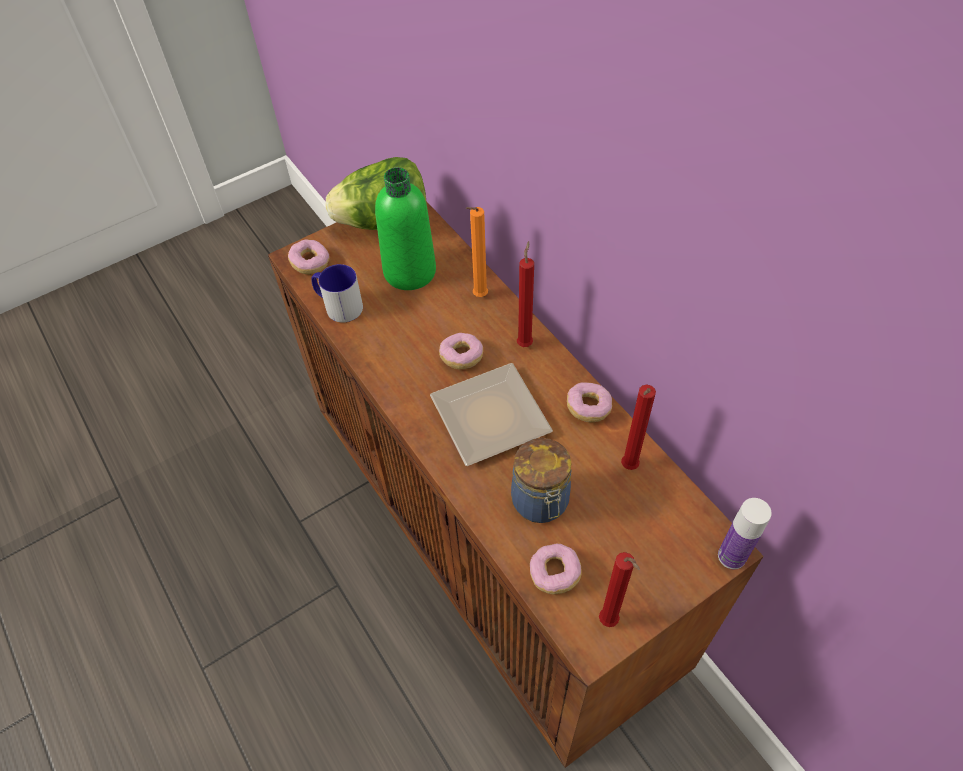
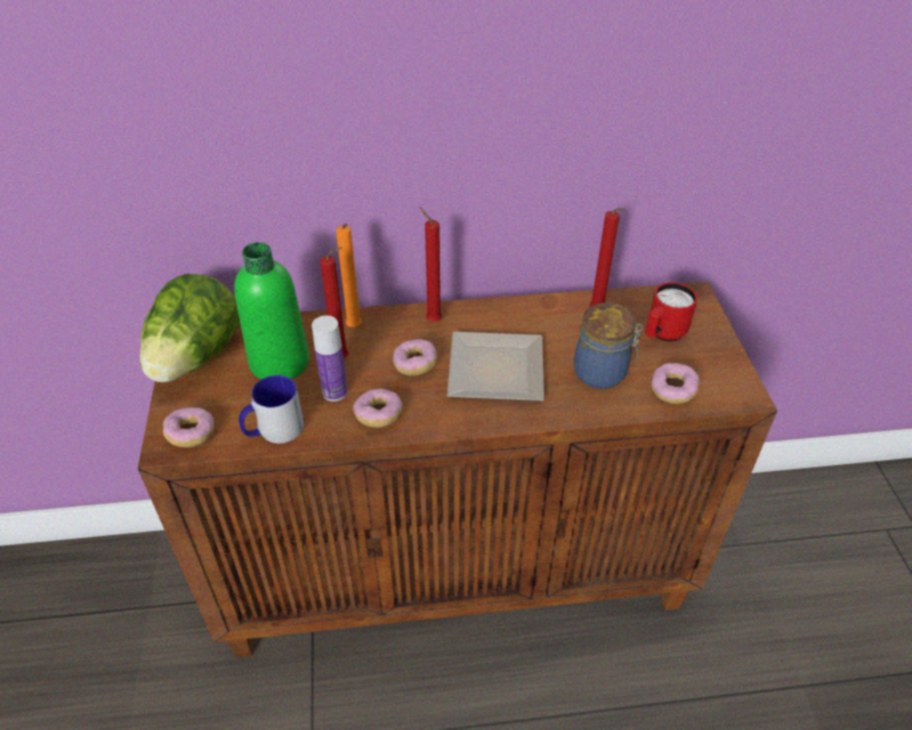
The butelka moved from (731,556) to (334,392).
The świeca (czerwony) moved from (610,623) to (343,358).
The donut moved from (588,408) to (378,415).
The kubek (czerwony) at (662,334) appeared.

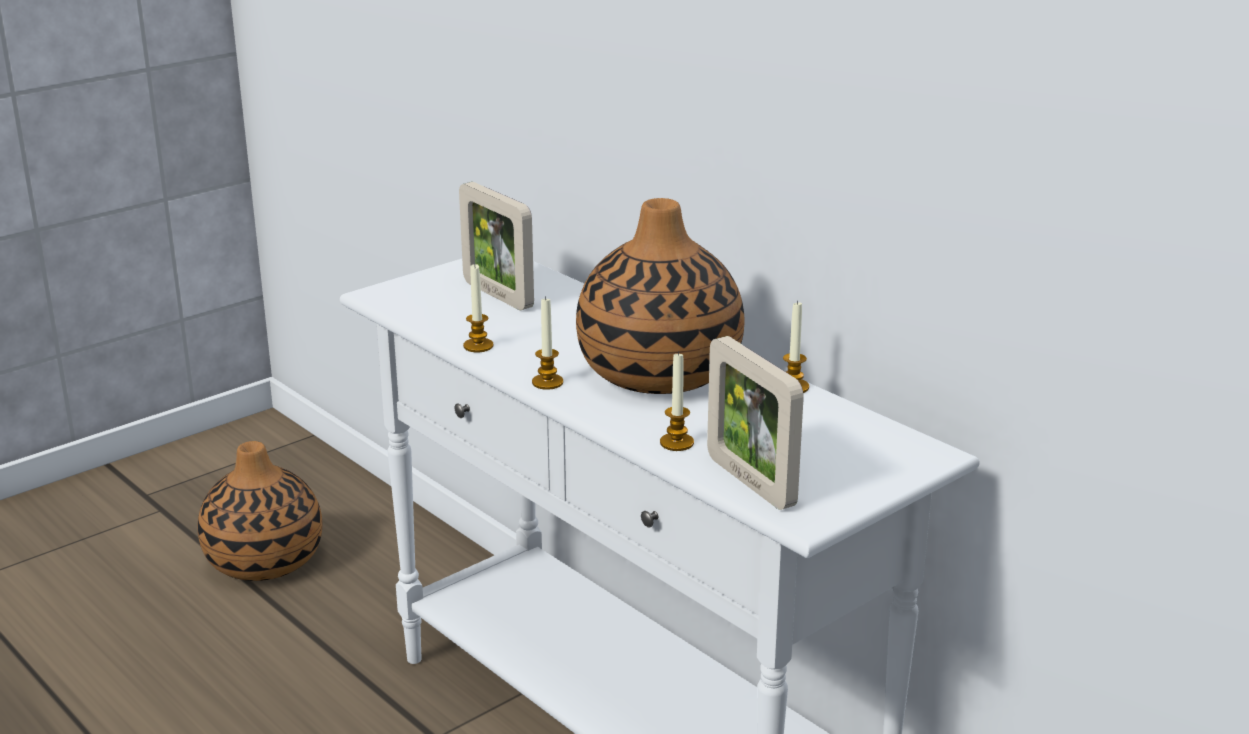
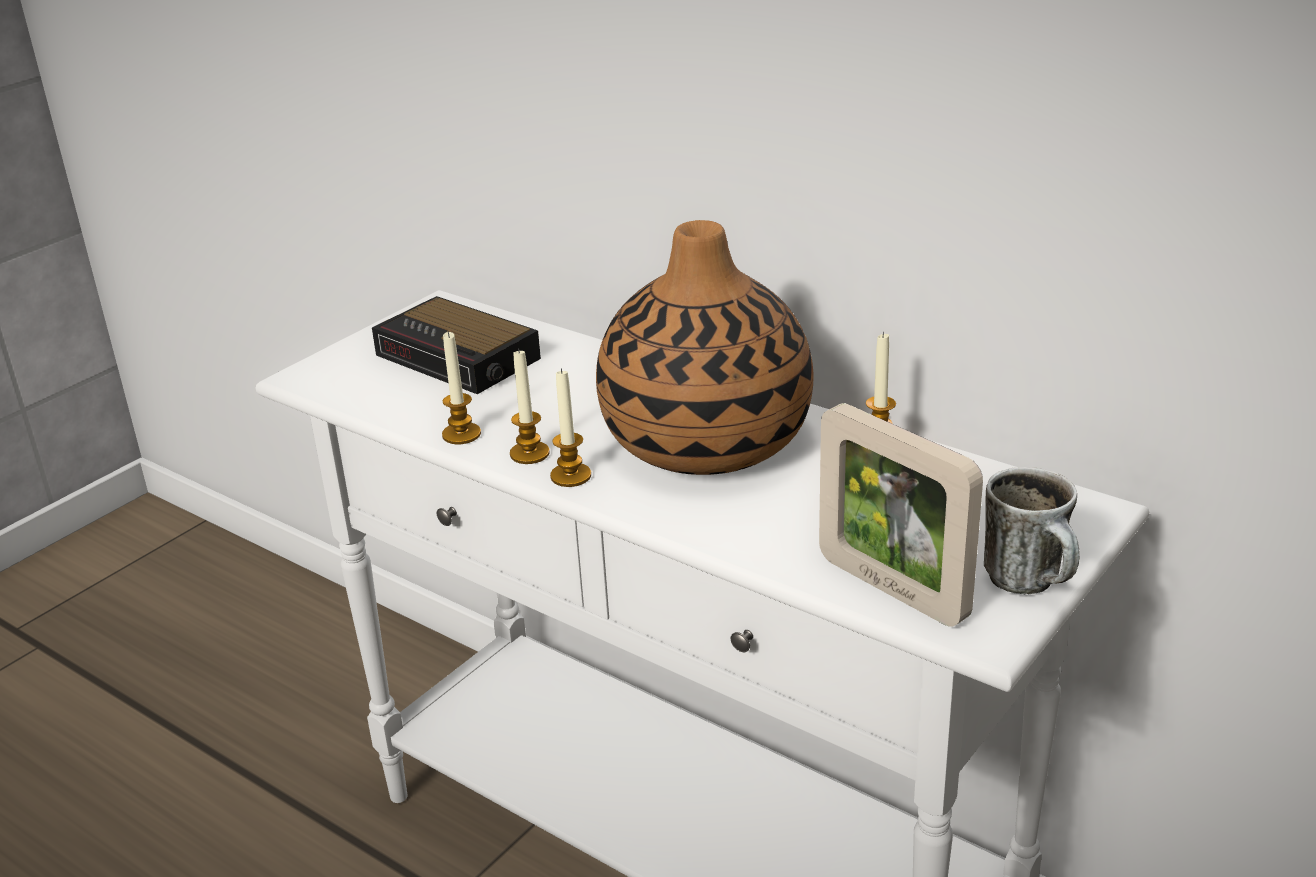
The ramka na zdjęcie at (498,295) was replaced by the budzik at (460,358).
The świeca moved from (676,443) to (529,454).
The kubek at (1033,584) appeared.
The wazon at (265,560) disappeared.

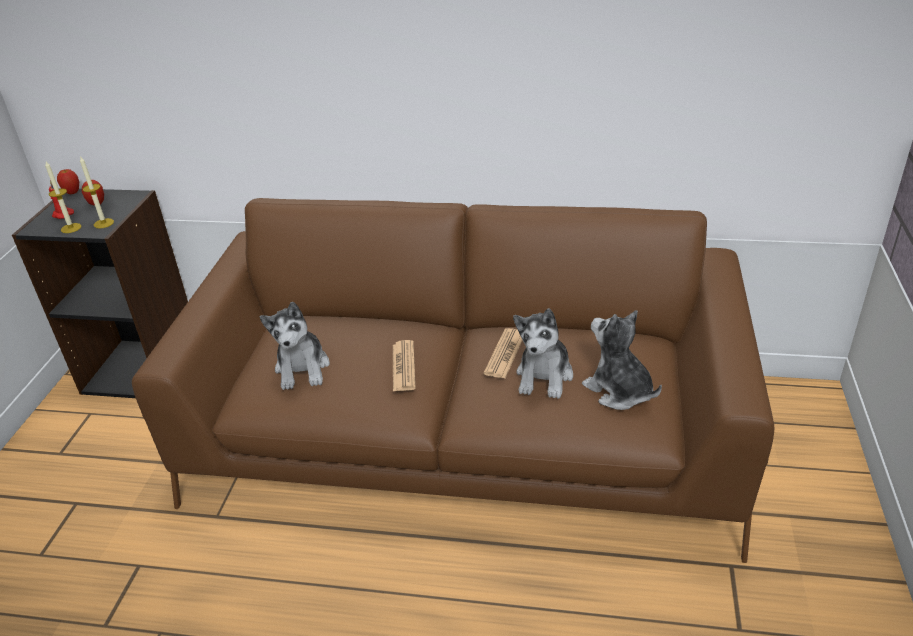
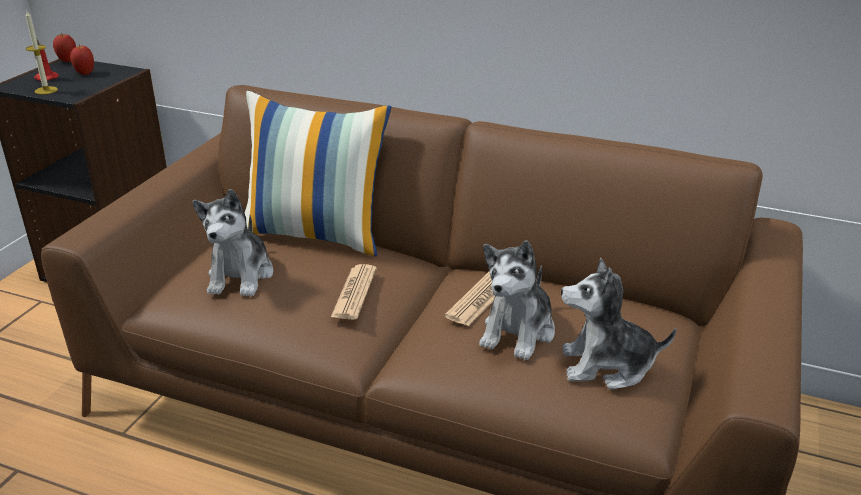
The poduszka at (316,234) appeared.
The pluszak at (619,391) turned 60 degrees counterclockwise.
The świeca at (103,223) disappeared.

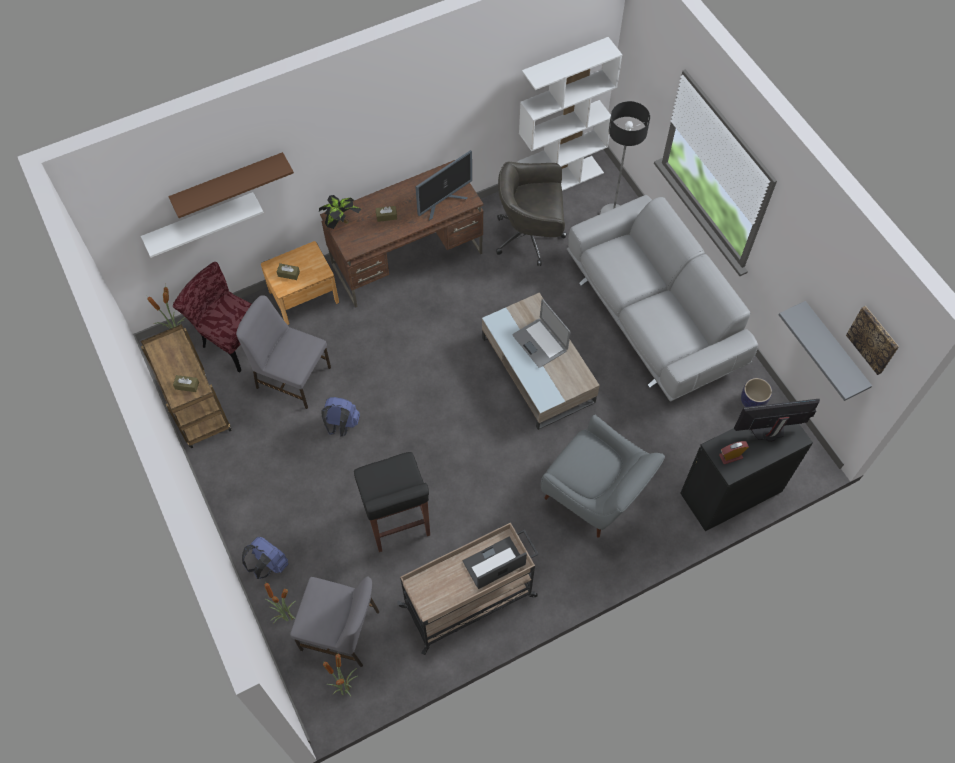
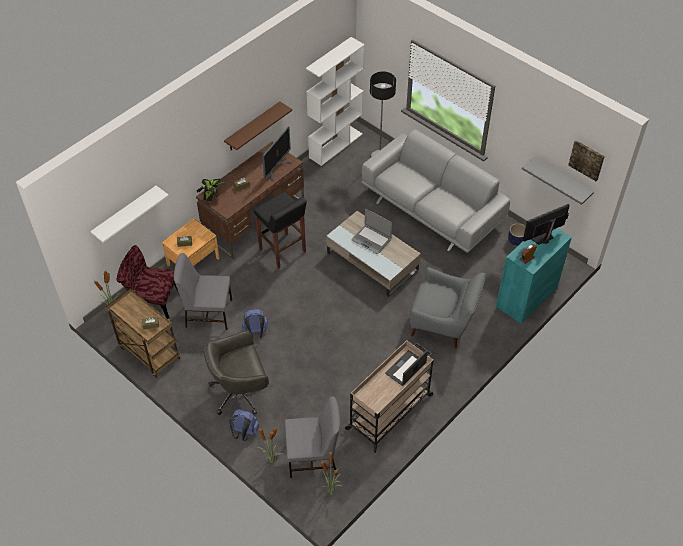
The krzesło biurowe (szary) moved from (530,236) to (240,391).
The półka (brązowy) moved from (229,183) to (253,127).
The stołek (czarny) moved from (397,522) to (283,251).
The szafka (czarny) at (731,492) became the szafka (turkusowy) at (526,296).

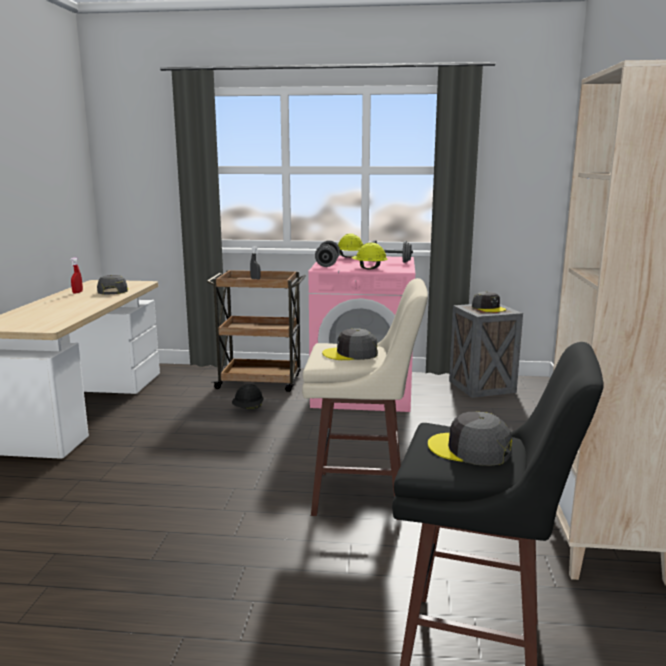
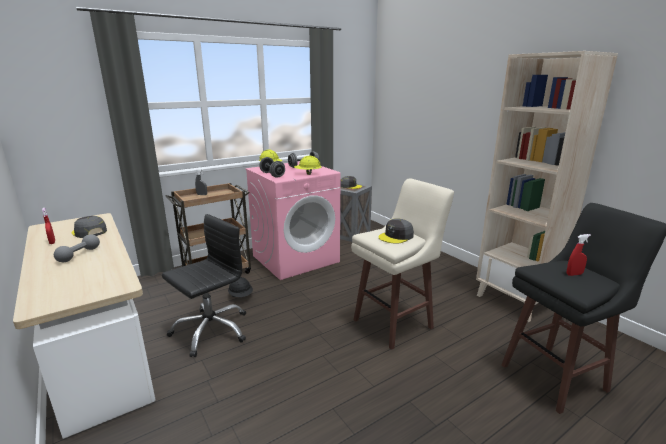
The hantel (szary) at (79,255) appeared.
The krzesło biurowe (czarny) at (211,330) appeared.
The czapka z daszkiem (szary) at (470,449) was replaced by the spryskiwacz (czerwony) at (574,274).

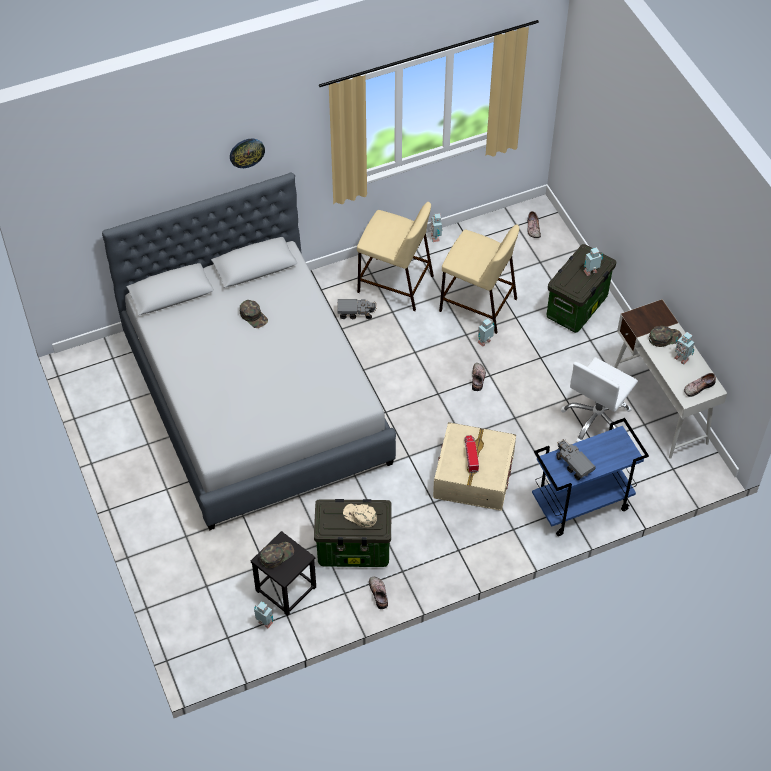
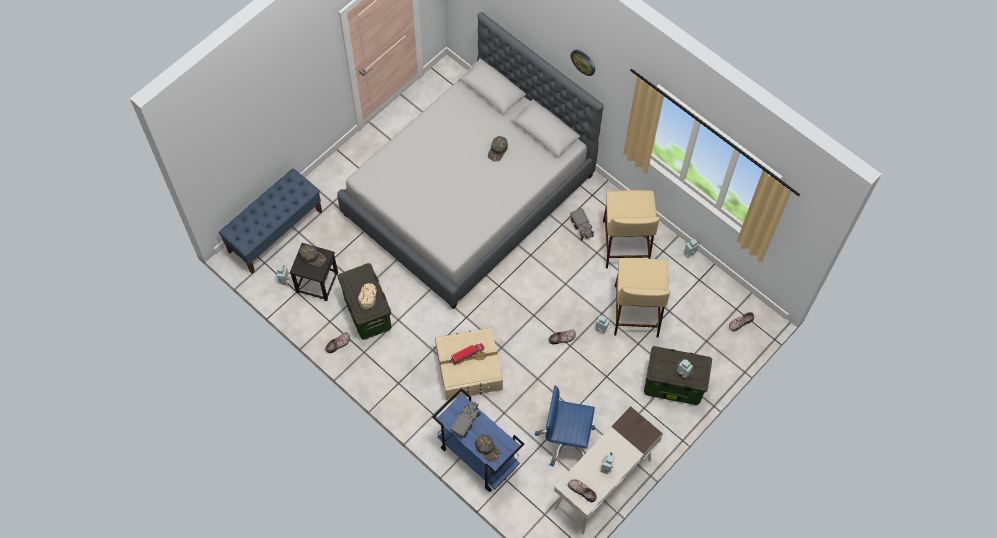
The ławka (niebieski) at (275,231) appeared.
The czapka z daszkiem (zielony) moved from (664,337) to (487,448).
The krzesło biurowe (biały) at (597,419) became the krzesło biurowe (niebieski) at (565,440).

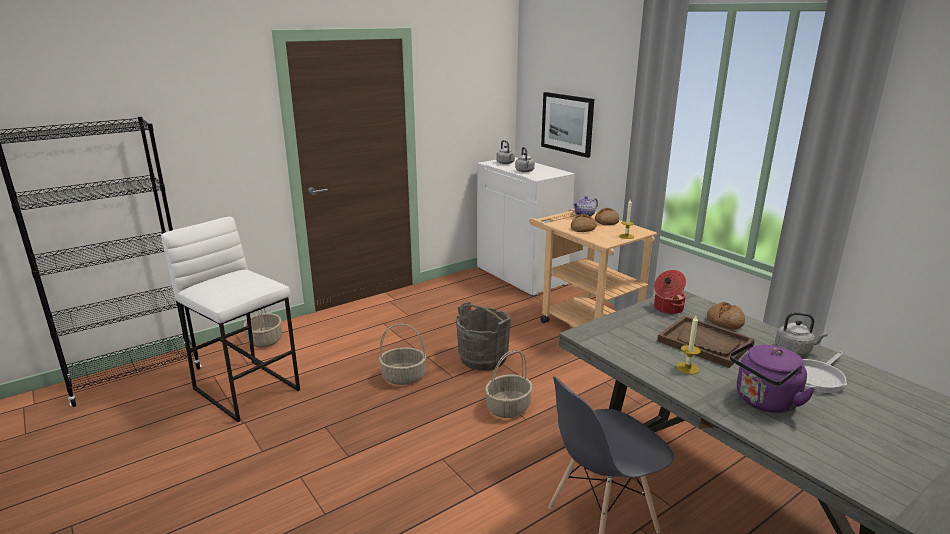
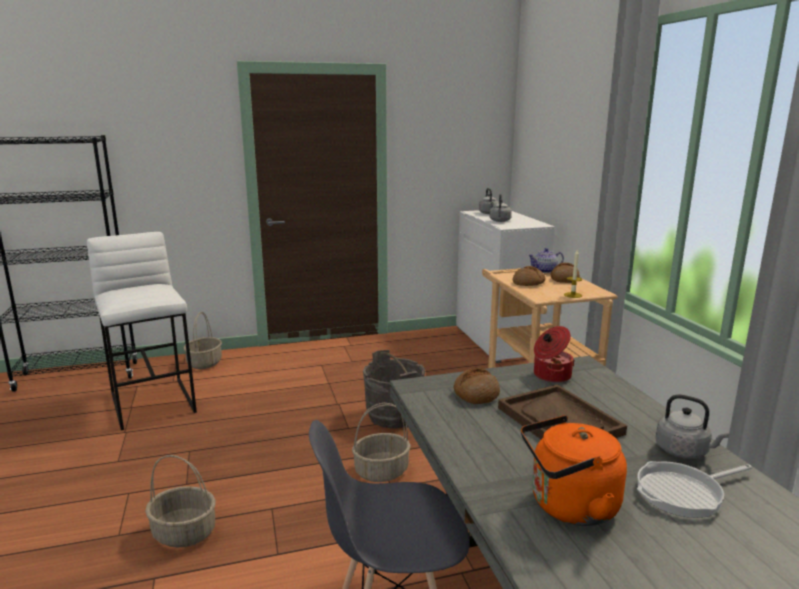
The koszyk moved from (403,377) to (183,533).
The chleb moved from (724,322) to (476,394).
The czajnik (fioletowy) at (764,402) became the czajnik (pomarańczowy) at (569,506).
The obraz at (567,123) disappeared.
The świeca at (687,368) disappeared.

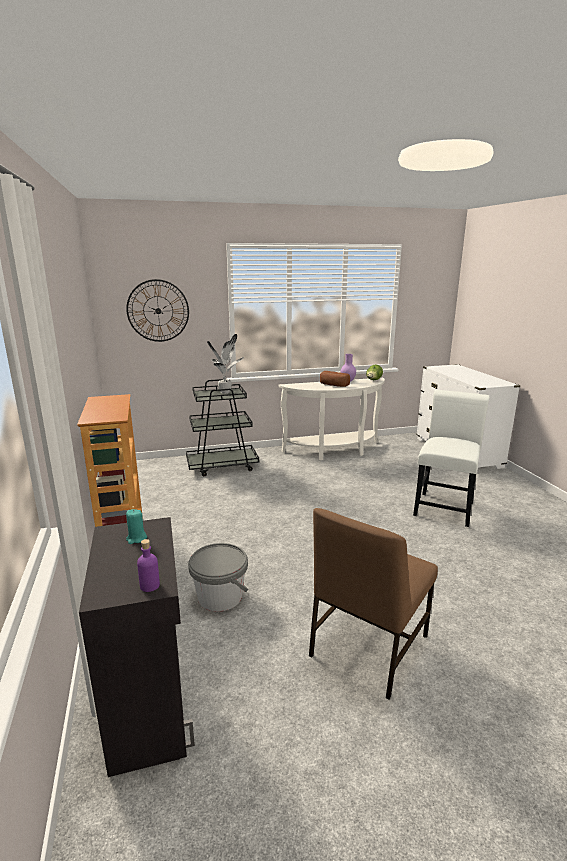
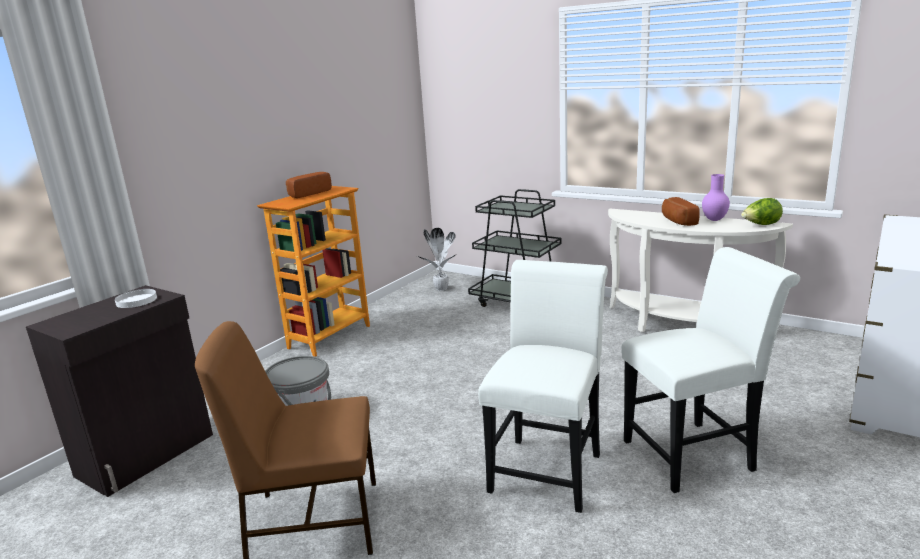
The świeca (turkusowy) at (136,539) was replaced by the talerz (biały) at (137,300).
The chleb at (307,193) appeared.
The roślina doniczkowa moved from (225,392) to (441,289).
The krzesło (biały) at (548,467) appeared.
The zegar ścienny at (158,311) disappeared.
The butelka (fioletowy) at (150,585) disappeared.

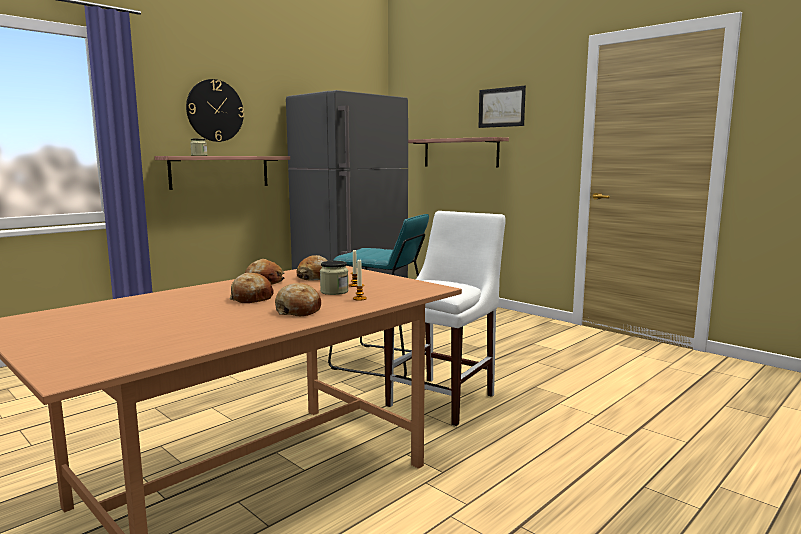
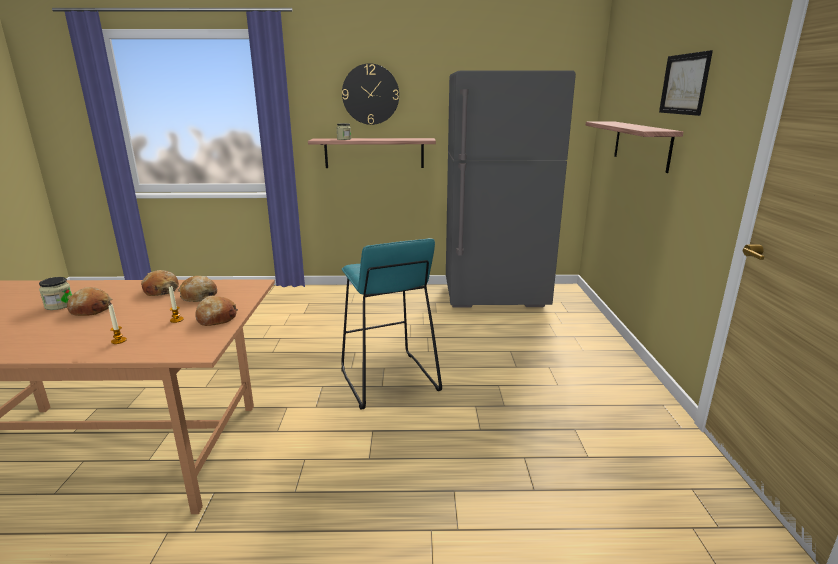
The słoik moved from (334,292) to (59,305).
The chleb moved from (298,310) to (216,318).
The krzesło (biały) at (445,398) disappeared.

